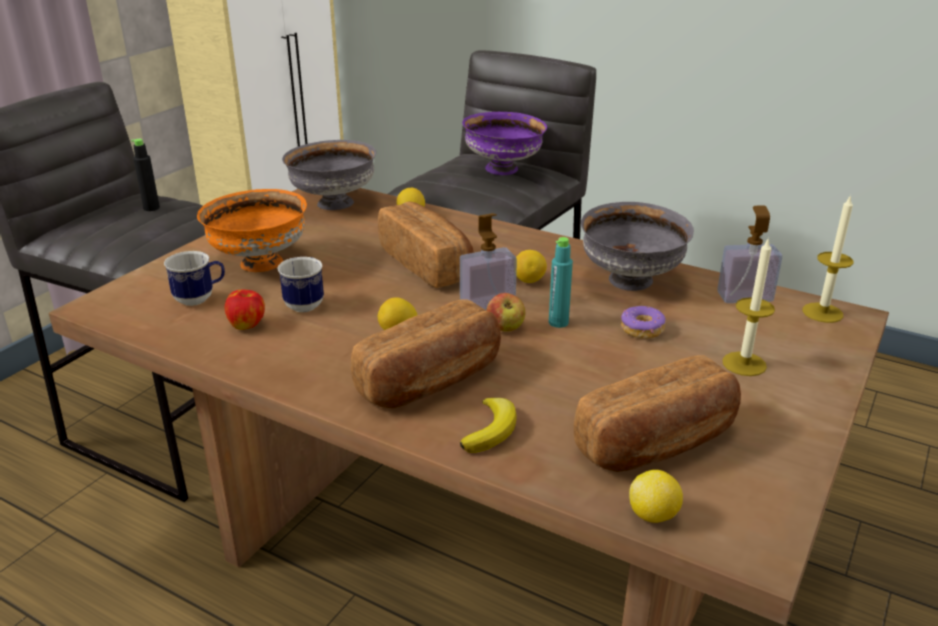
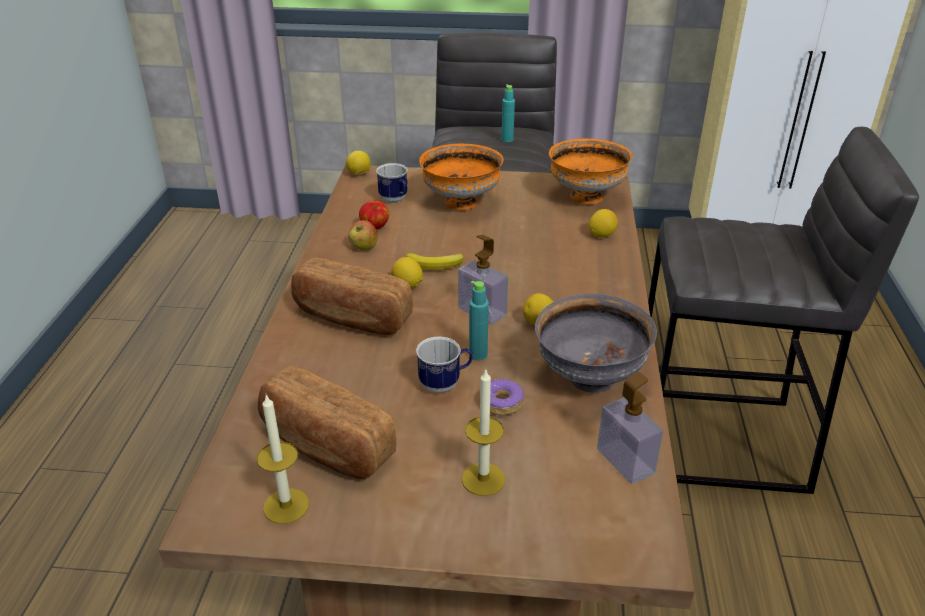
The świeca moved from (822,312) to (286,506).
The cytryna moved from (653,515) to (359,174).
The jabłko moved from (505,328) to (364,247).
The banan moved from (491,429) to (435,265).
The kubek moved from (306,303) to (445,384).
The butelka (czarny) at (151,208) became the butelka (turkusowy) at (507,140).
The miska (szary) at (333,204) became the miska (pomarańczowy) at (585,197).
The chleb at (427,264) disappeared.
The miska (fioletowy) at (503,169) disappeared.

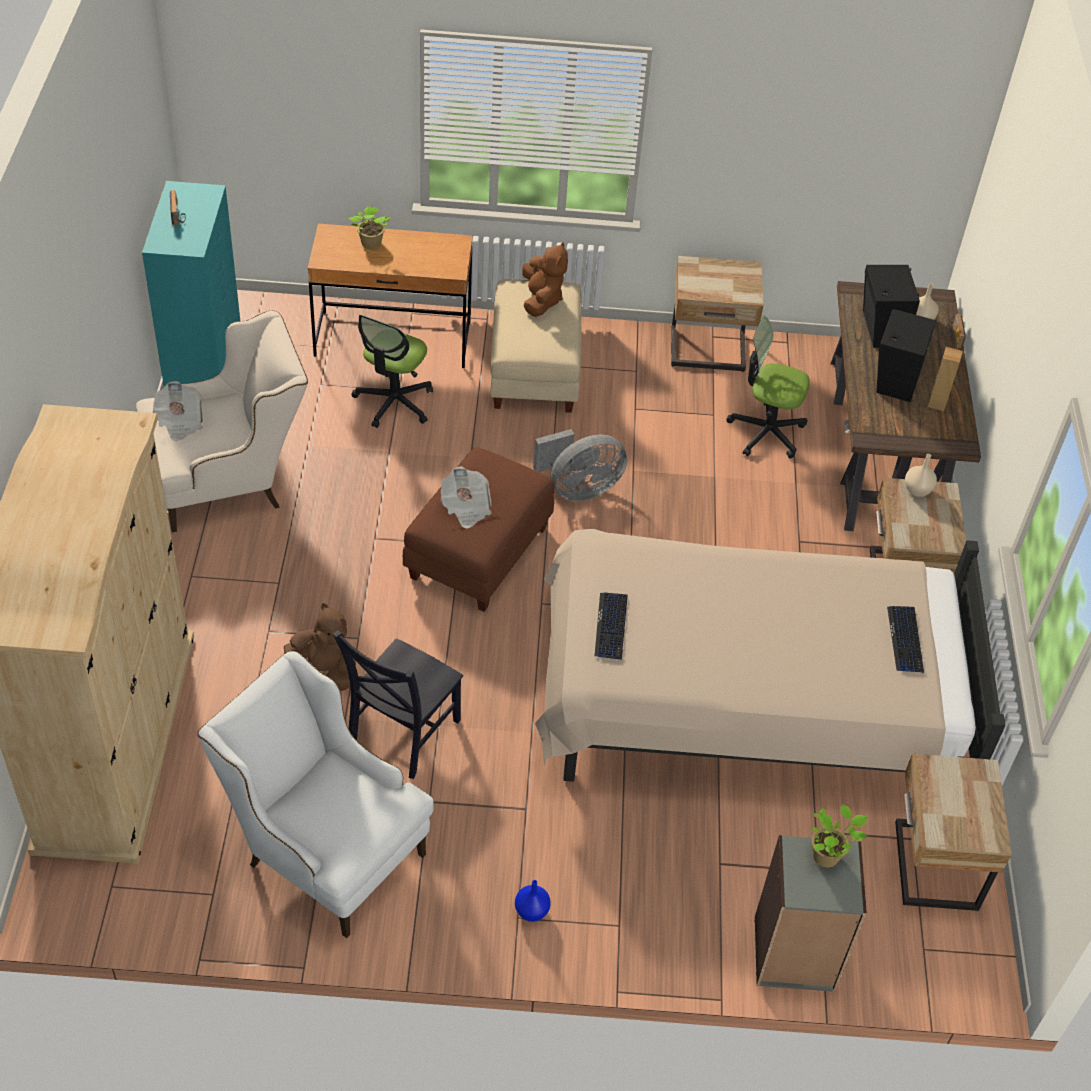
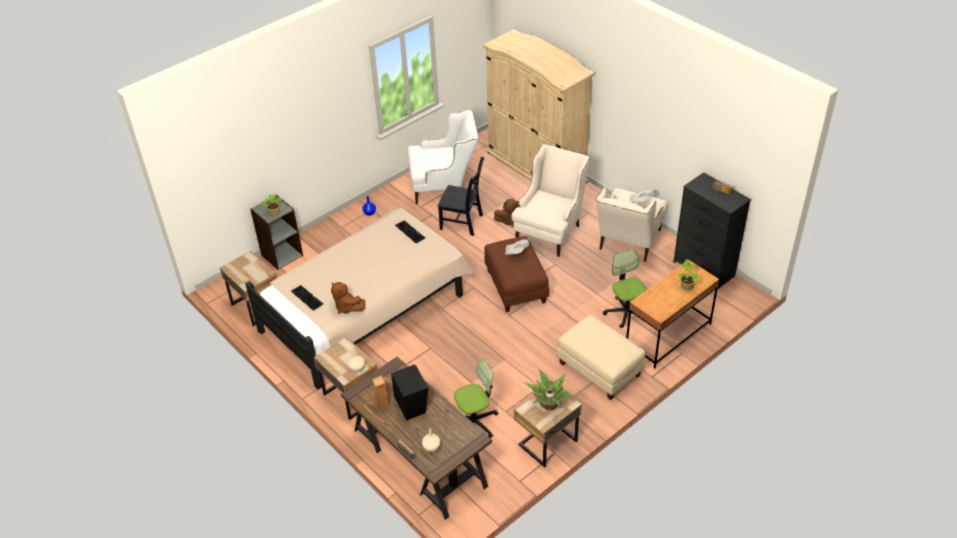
The pluszak (brązowy) moved from (541,300) to (347,307).
The krzesło (czarny) at (401,734) turned 120 degrees clockwise.
The fotel (beżowy) at (550,230) appeared.
The roślina doniczkowa at (549,404) appeared.
The komoda (turkusowy) at (205,369) became the komoda (czarny) at (704,269).
The wentylator (szary) at (579,489) disappeared.
The głośnik (czarny) at (881,330) disappeared.

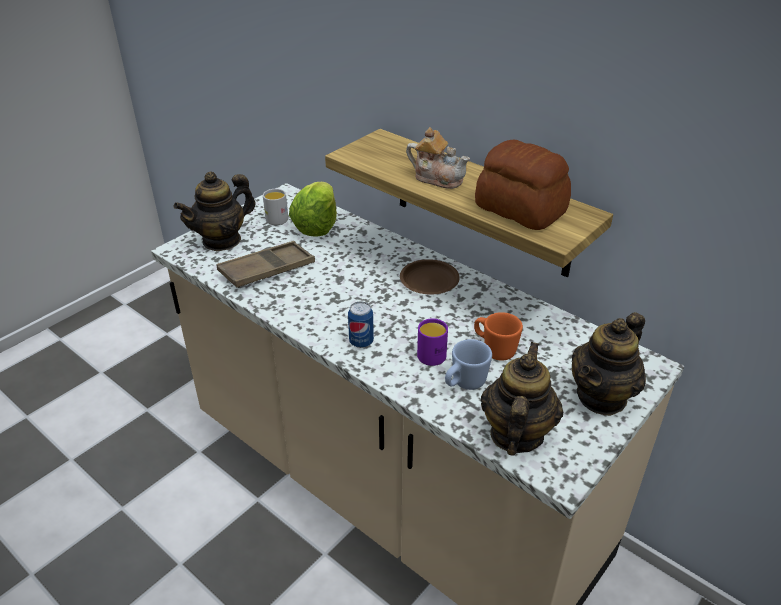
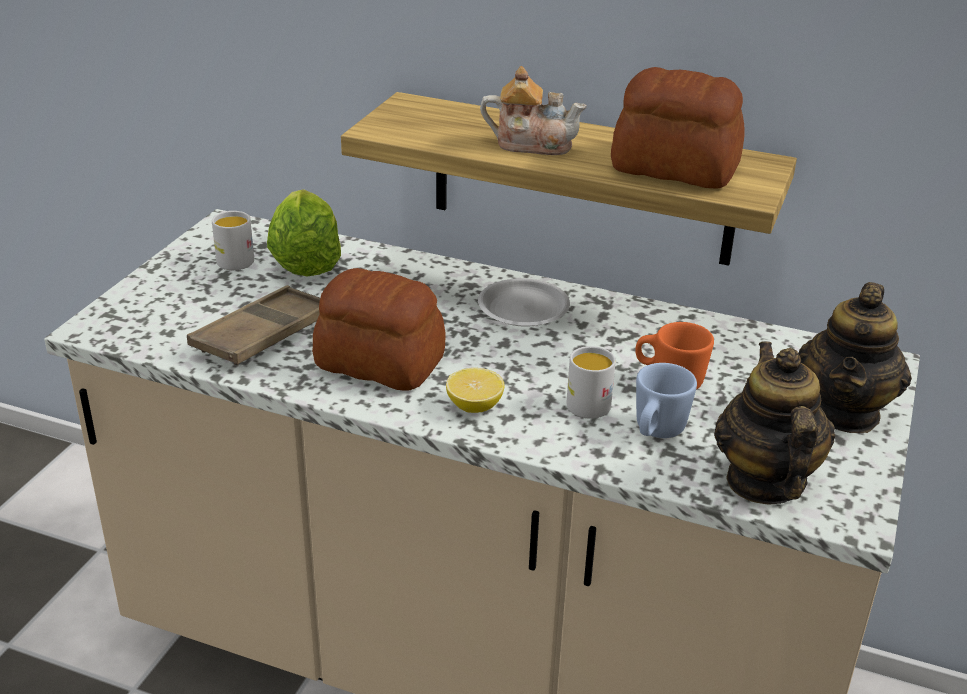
The chleb at (380,363) appeared.
The puszka at (361,342) was replaced by the cytryna at (474,407).
The talerz (brązowy) at (429,281) became the talerz (biały) at (523,309).
The kubek (fioletowy) at (433,352) became the kubek (biały) at (587,401).
The imbryk at (222,240) disappeared.

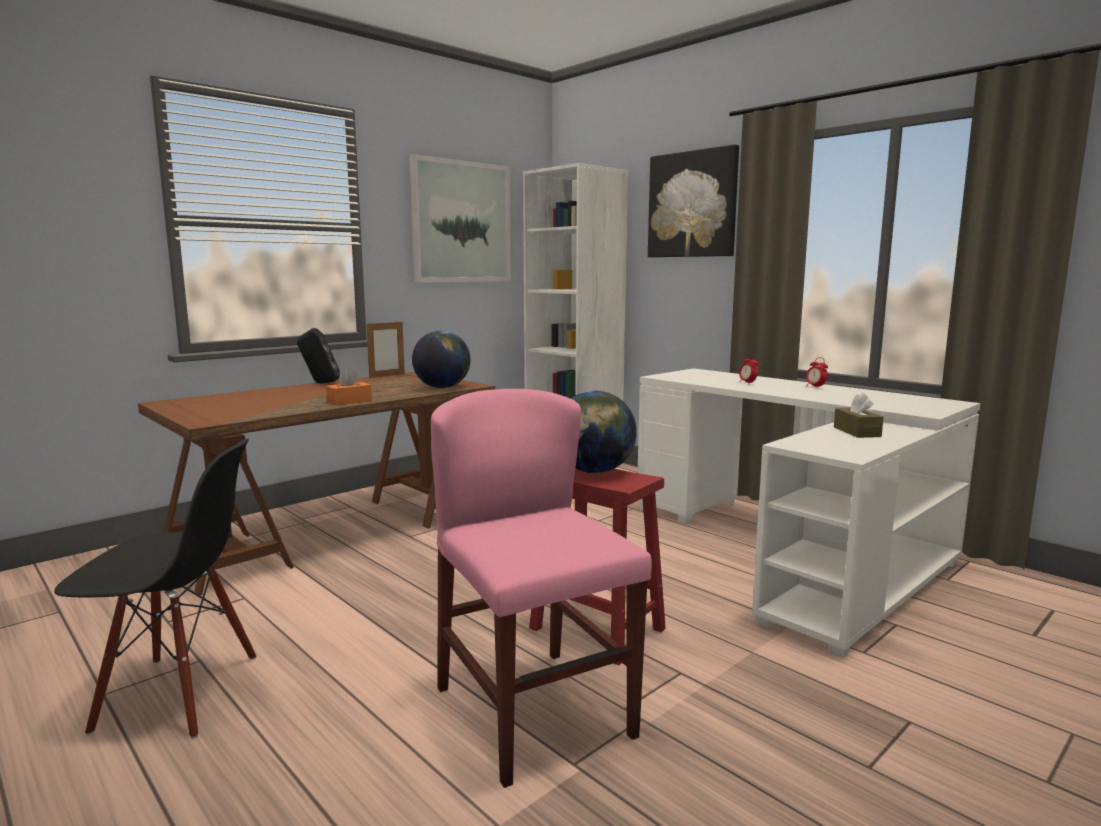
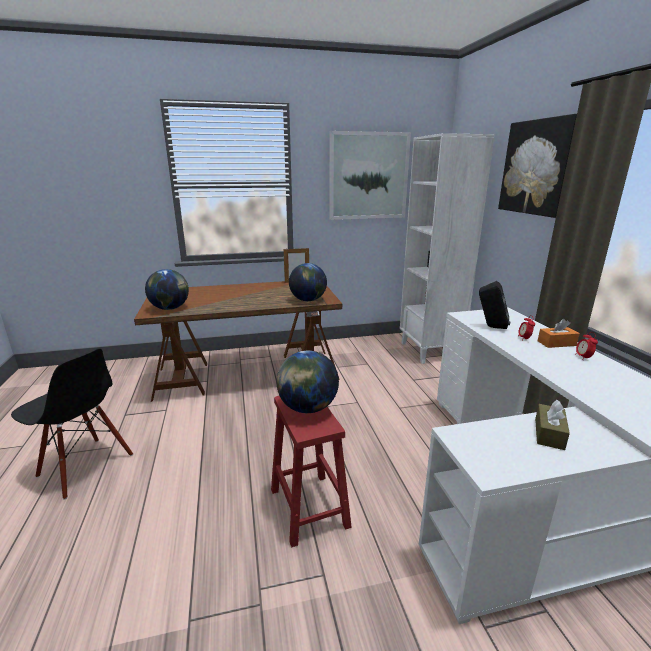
The globus at (170,308) appeared.
The głośnik (czarny) moved from (320,383) to (491,327).
The pudełko chusteczek (pomarańczowy) moved from (349,402) to (556,343).
The krzesło (różowy) at (533,711) disappeared.

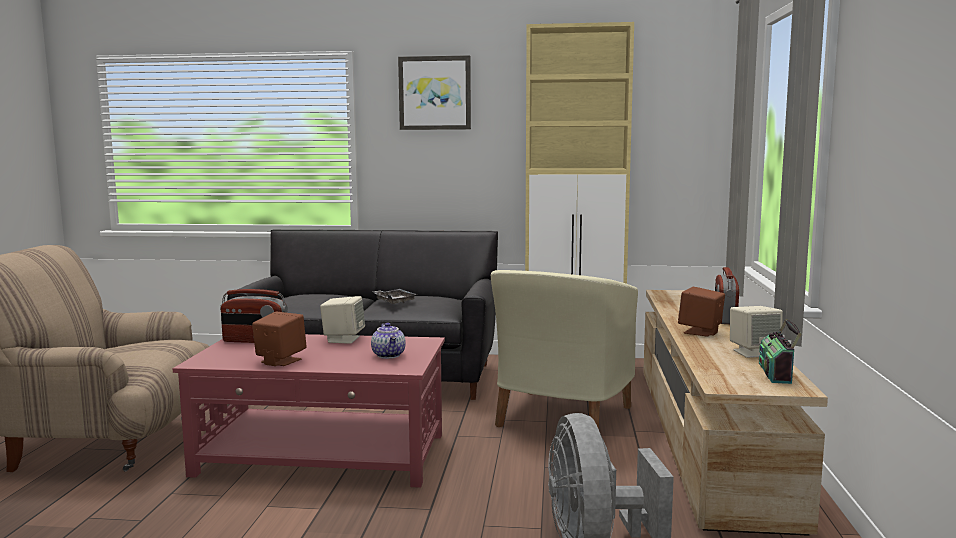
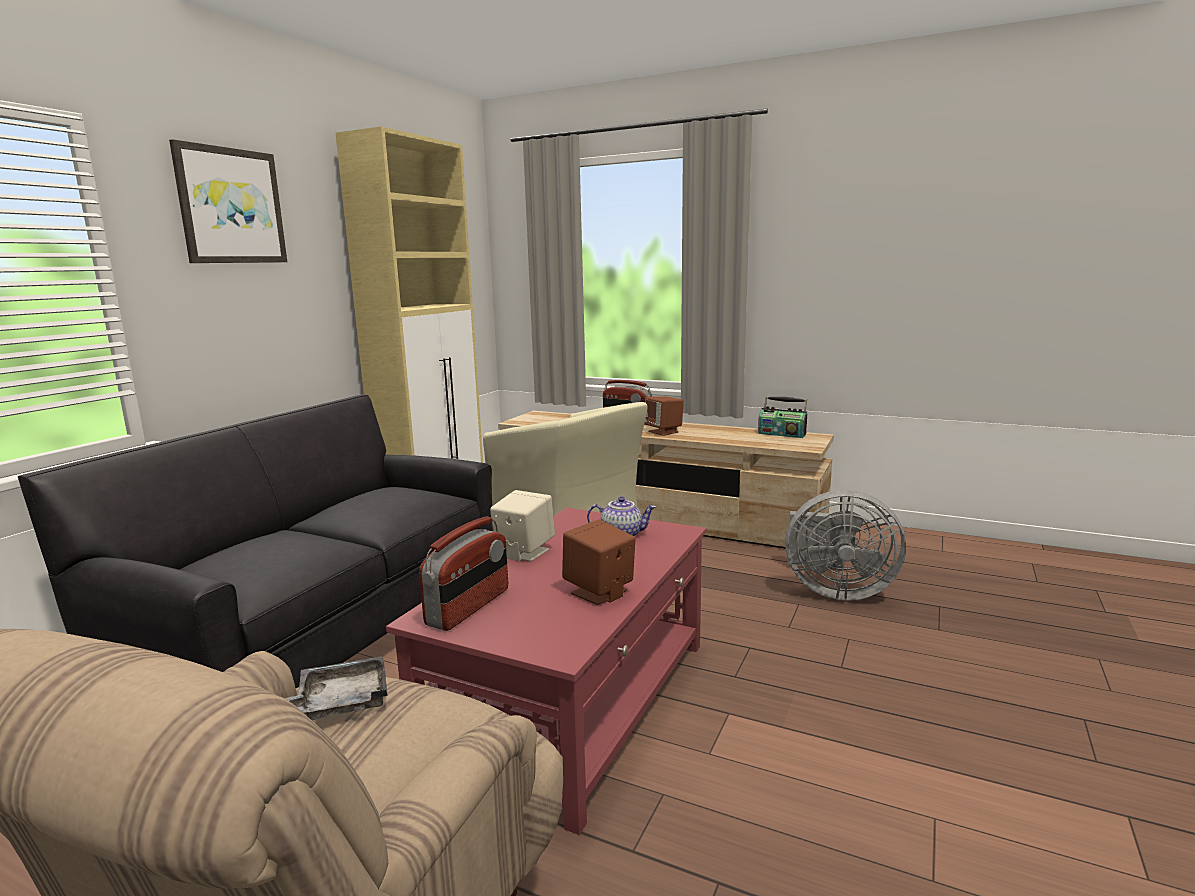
The taca (szary) moved from (394,301) to (339,702).
The głośnik (beżowy) at (753,353) disappeared.

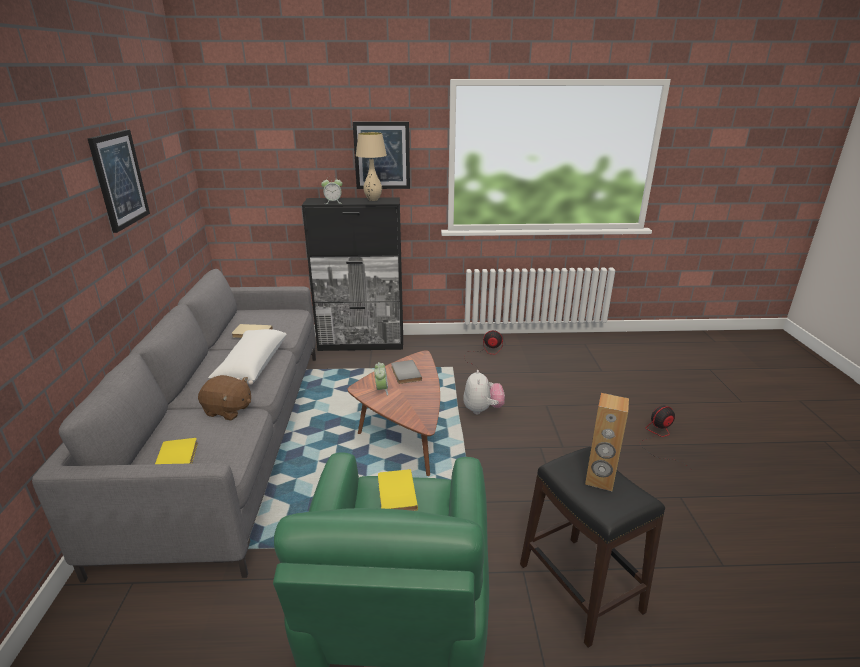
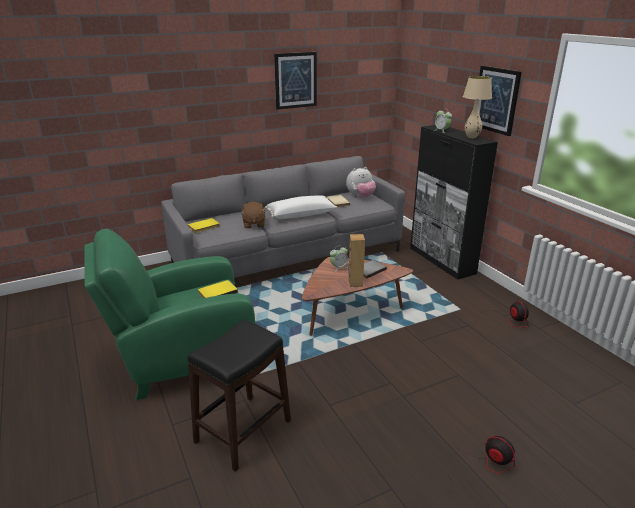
The pluszak moved from (482,410) to (360,196).
The głośnik (brązowy) moved from (599,480) to (355,283).

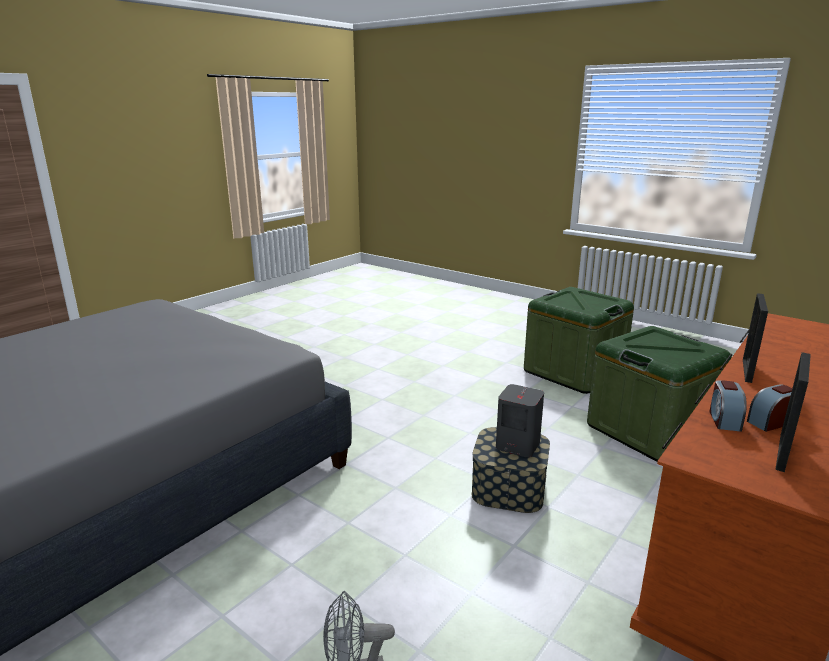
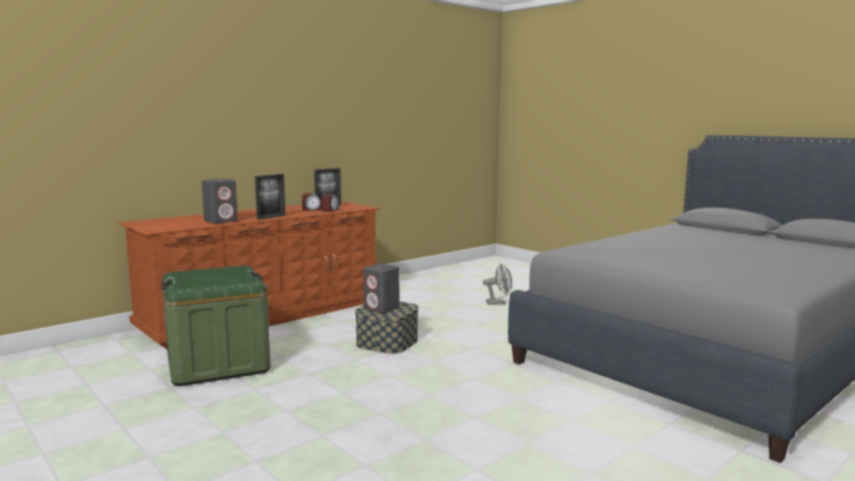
The głośnik (szary) at (221,221) appeared.
The pojemnik do przechowywania (zielony) at (573,371) disappeared.

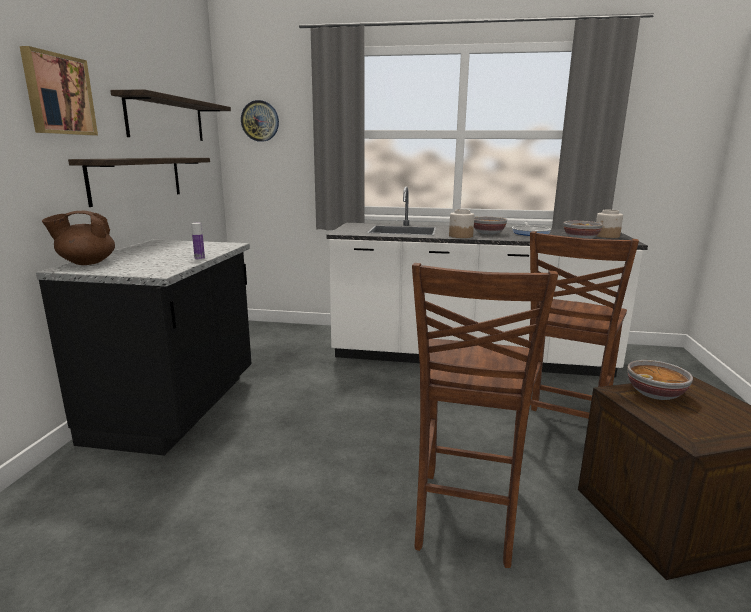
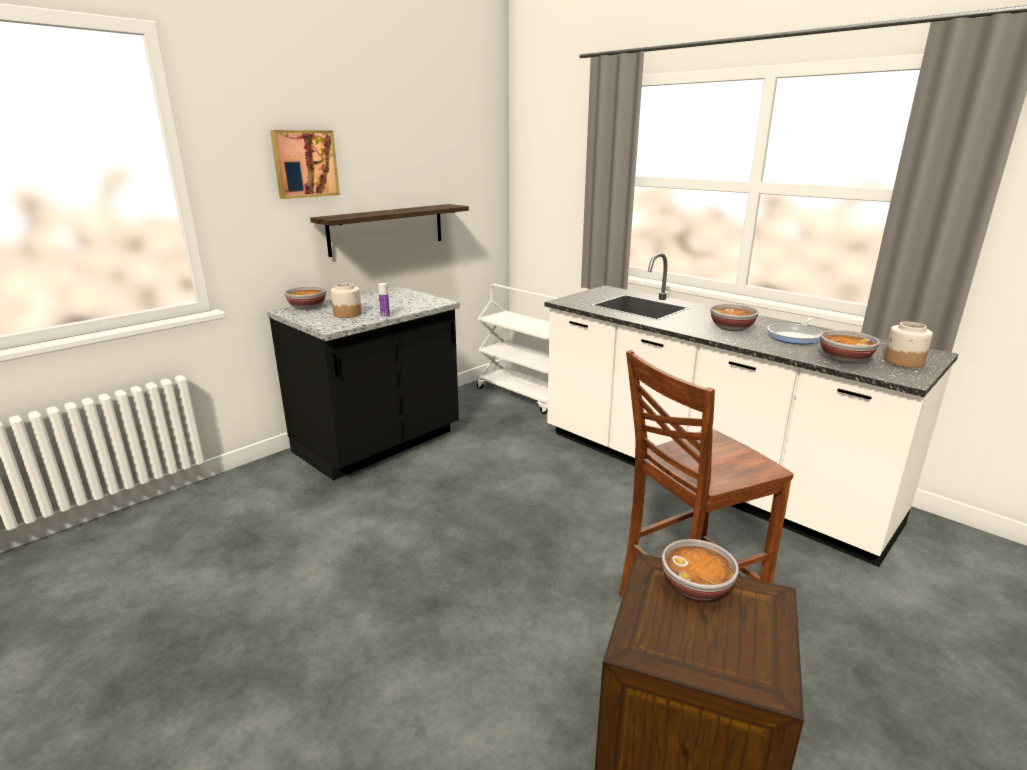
The imbryk (brązowy) at (86,263) was replaced by the miska at (307,307).
The słoik moved from (460,236) to (347,314).
The wózek (biały) at (524,395) appeared.
The półka at (166,119) disappeared.
The zegar ścienny at (260,121) disappeared.
The krzesło (brązowy) at (465,518) disappeared.

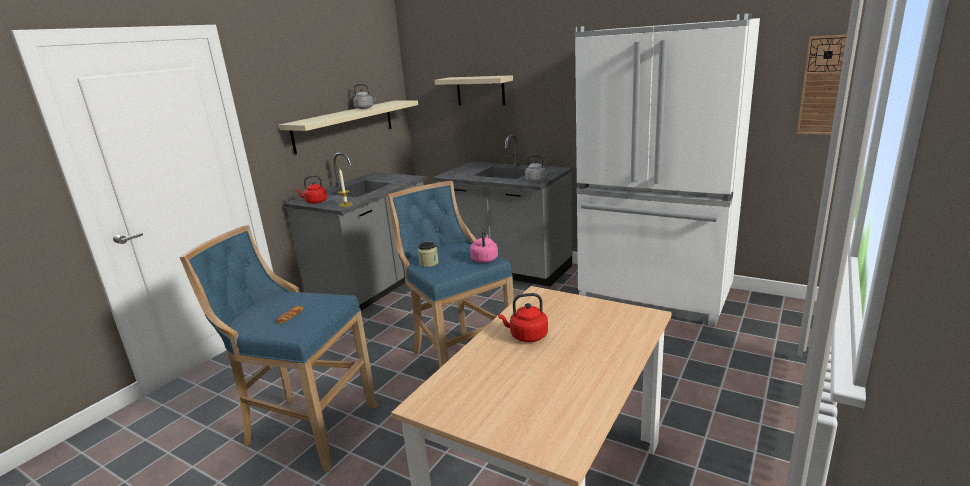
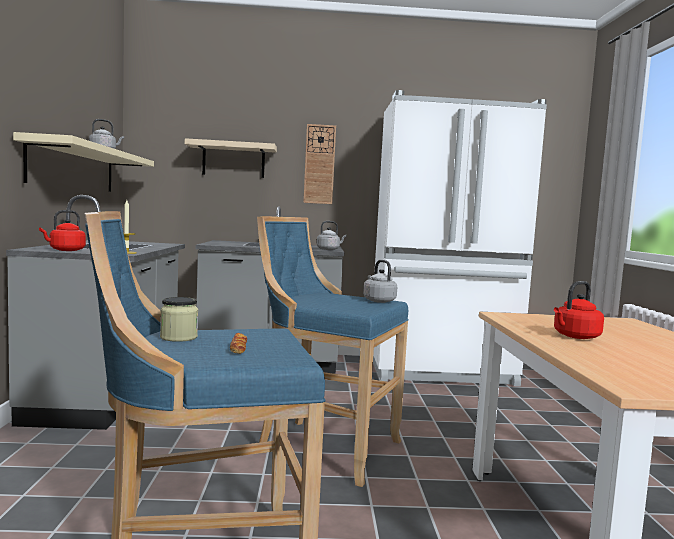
The słoik moved from (429,263) to (179,337).
The zegar ścienny moved from (823,86) to (319,164).
The czajnik (różowy) at (484,259) became the czajnik (szary) at (378,300).

